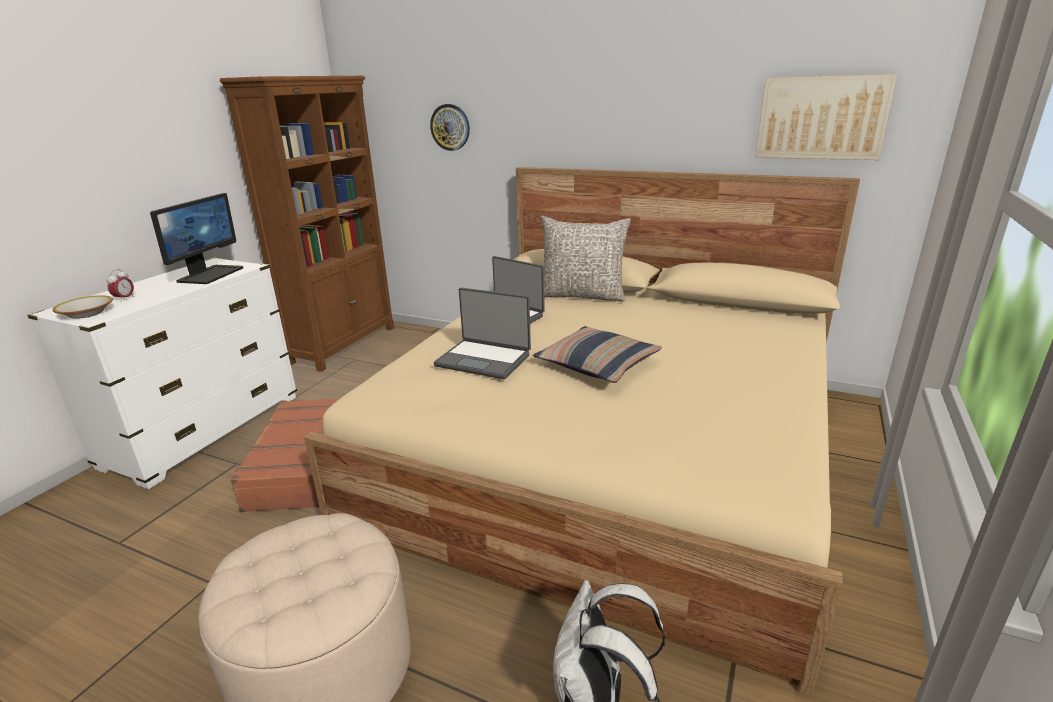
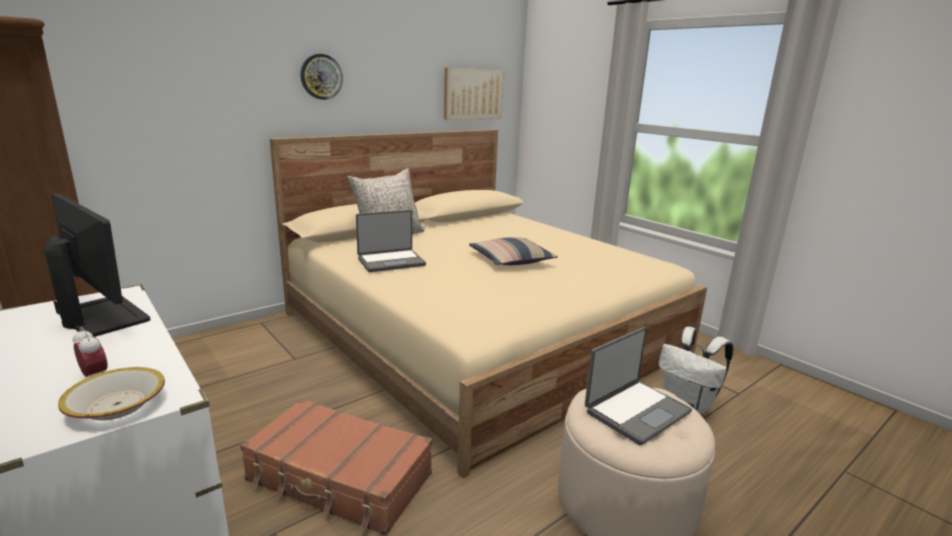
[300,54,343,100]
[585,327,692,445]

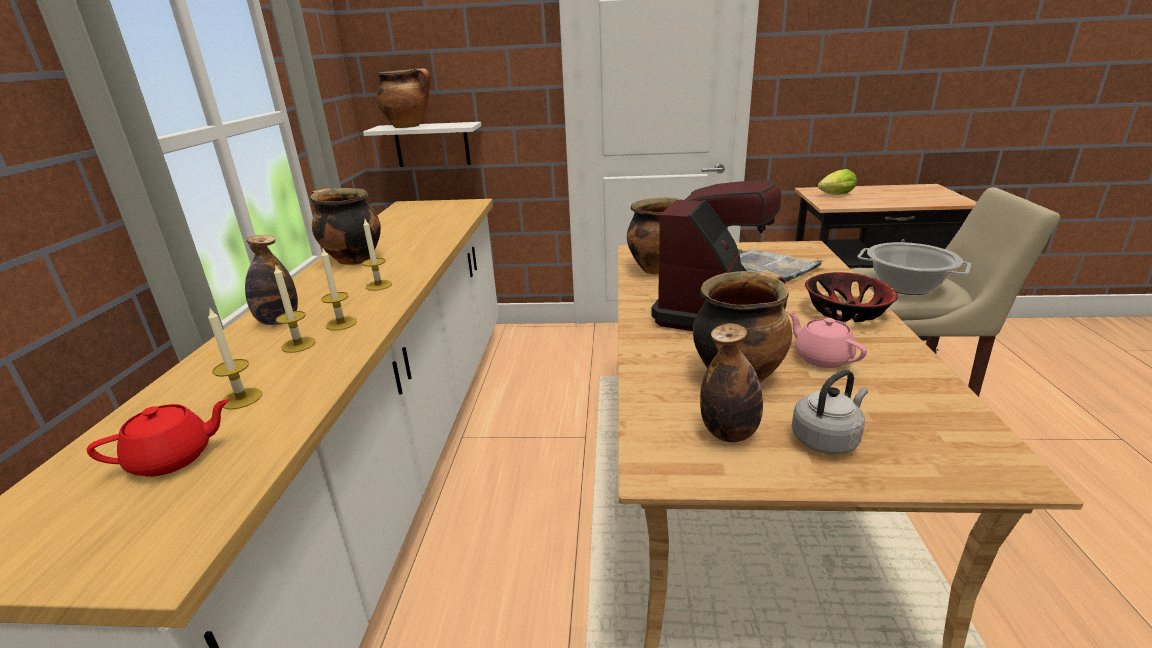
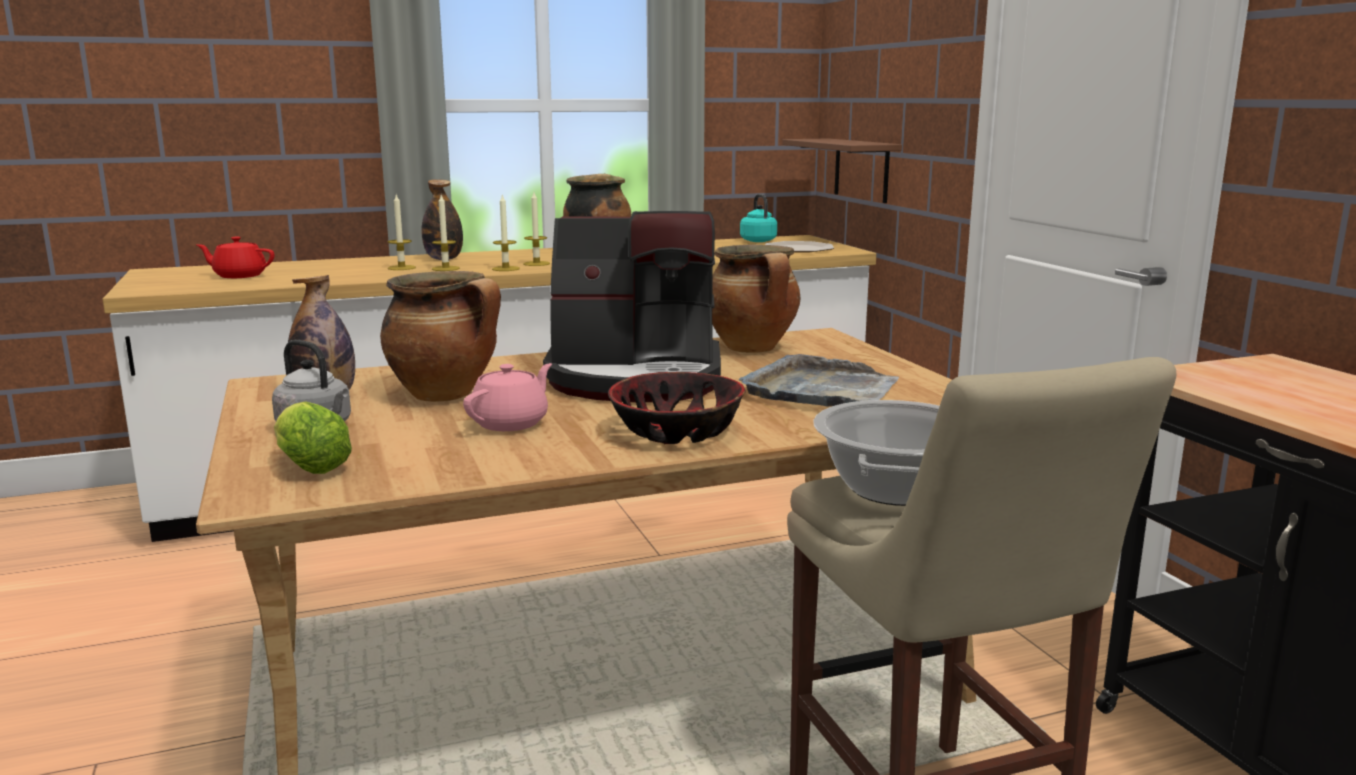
[197,237,274,278]
[274,401,352,474]
[492,194,520,271]
[740,194,777,242]
[765,241,834,253]
[782,138,902,203]
[376,68,430,128] (first image)

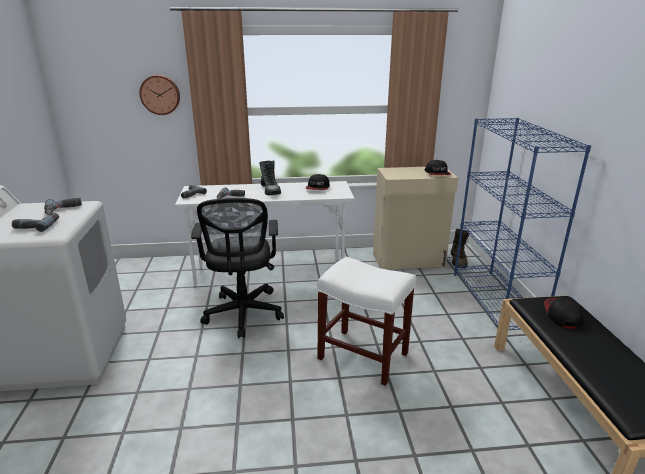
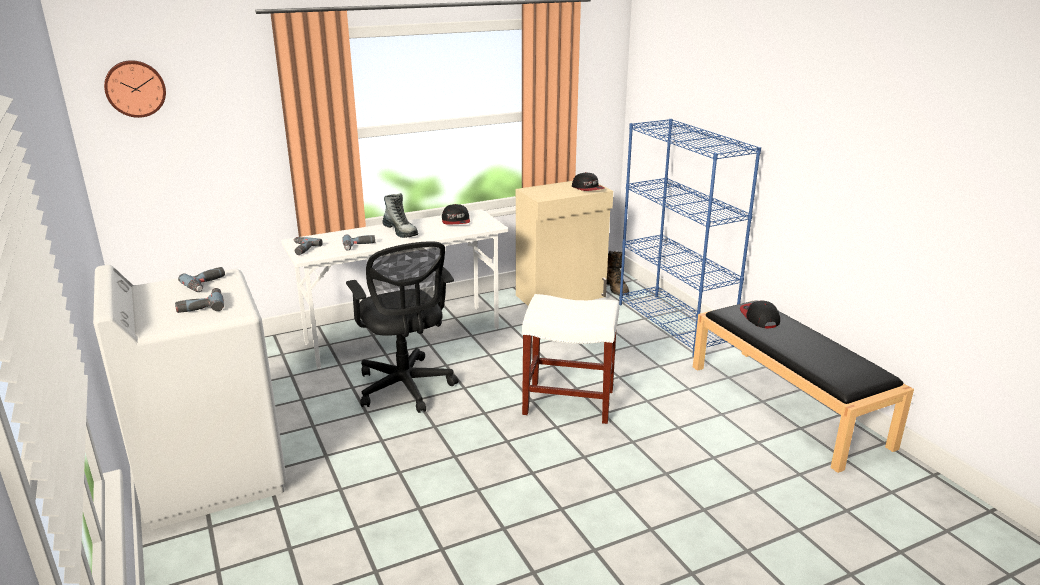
[104,60,166,118]

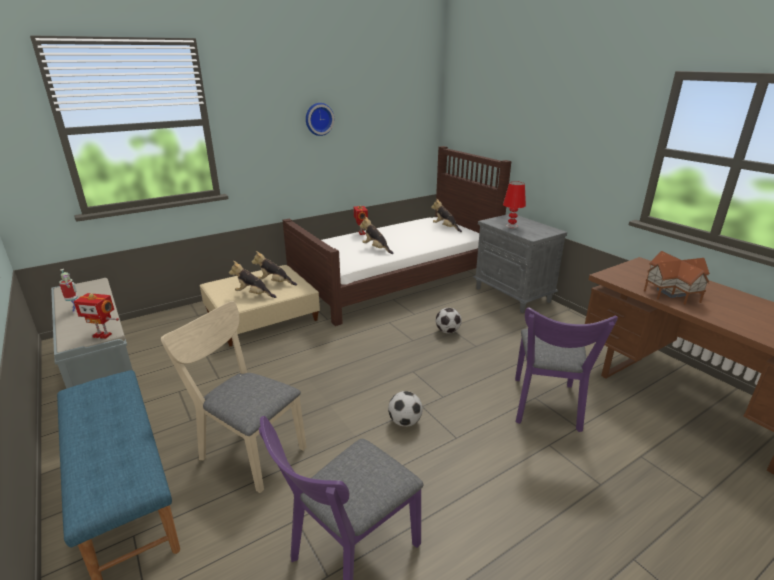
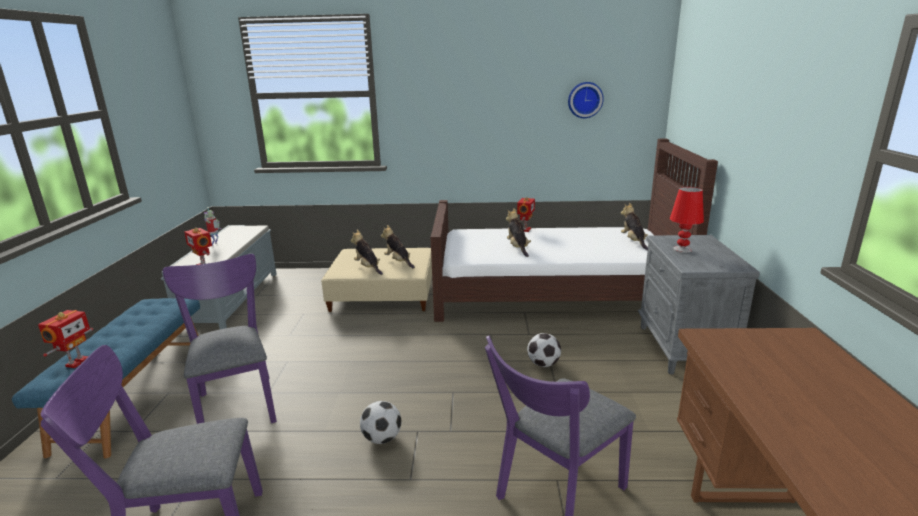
[38,310,93,368]
[163,254,277,424]
[568,82,604,118]
[644,251,710,305] (first image)

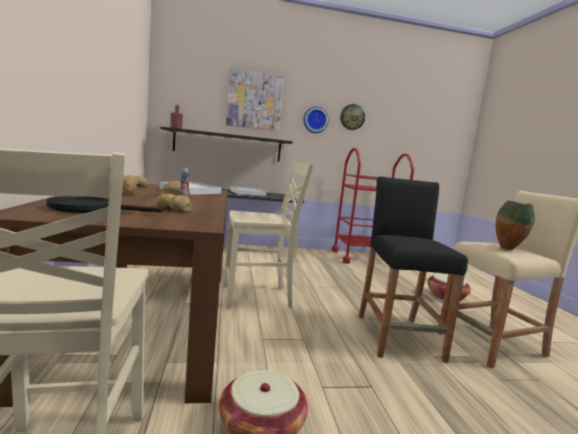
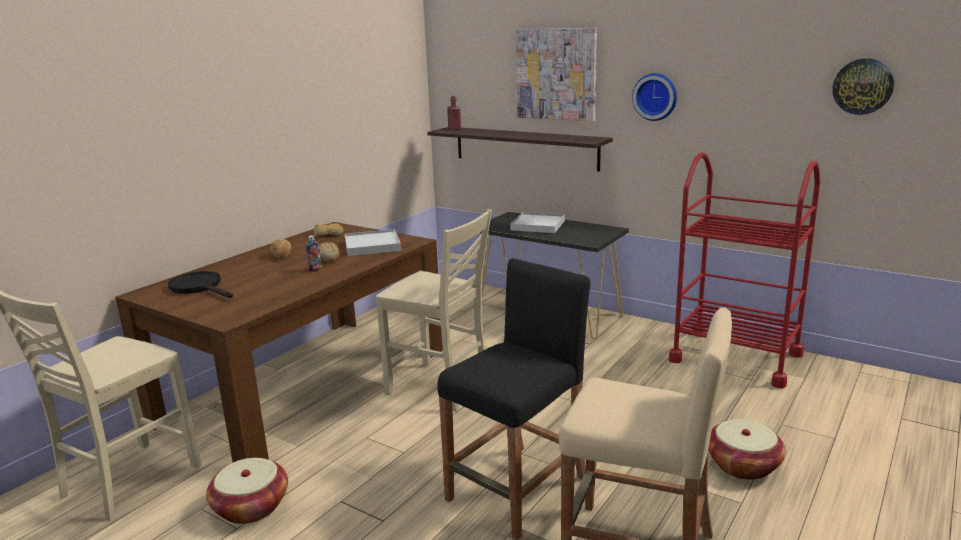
[832,58,894,115]
[156,194,193,212] (first image)
[496,200,535,250] (first image)

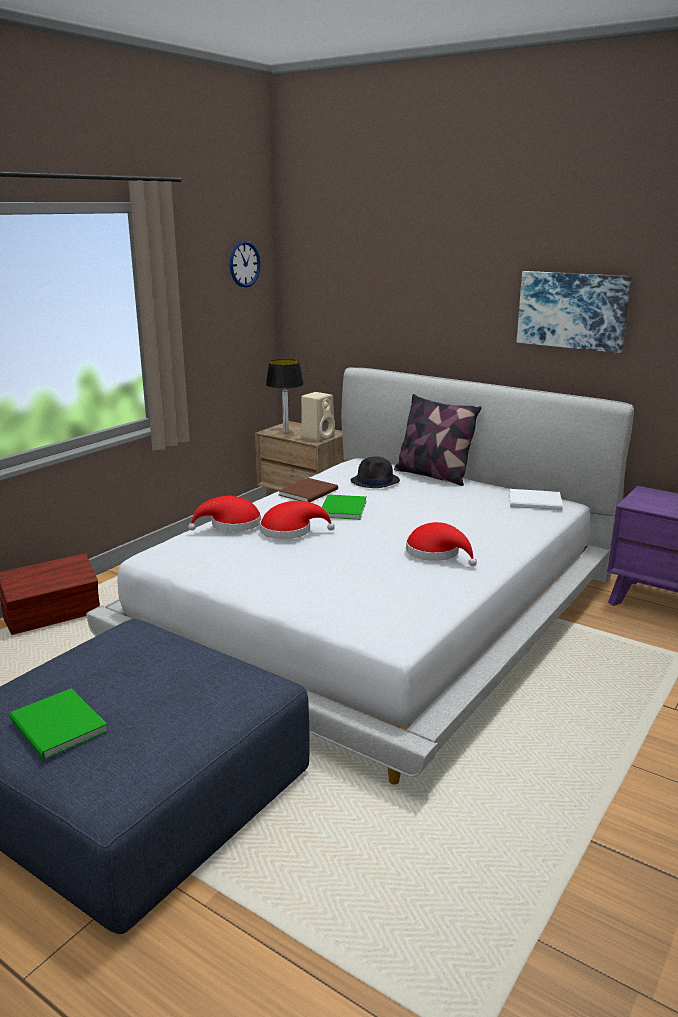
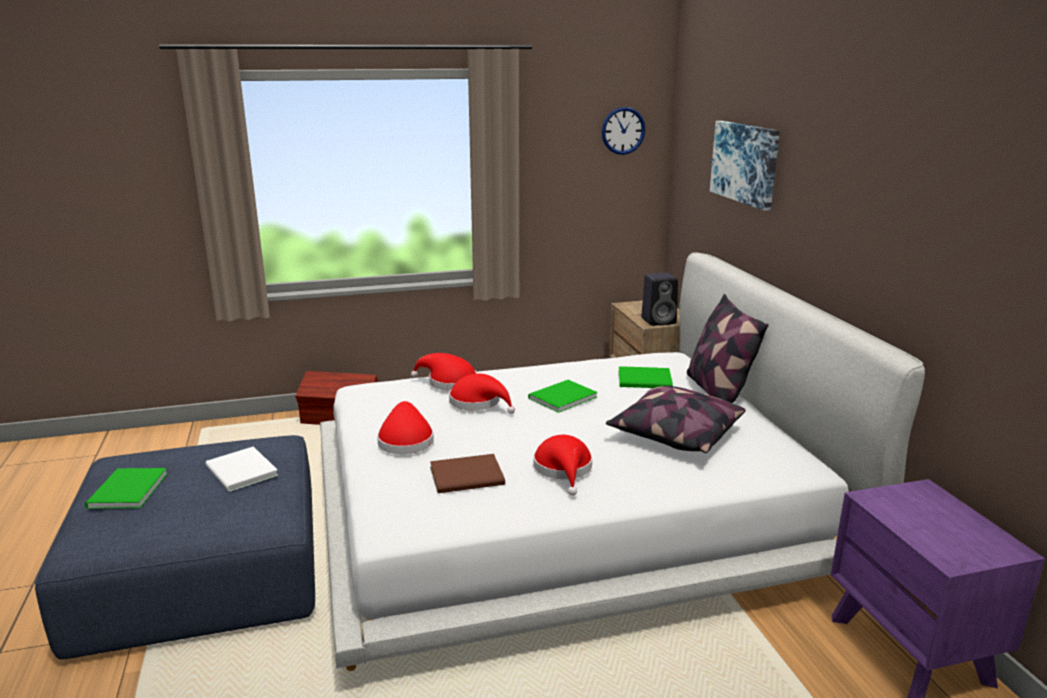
[206,446,278,492]
[377,401,434,454]
[430,454,505,493]
[606,386,745,453]
[619,366,673,388]
[641,273,678,326]
[710,121,780,211]
[266,359,304,433] (first image)

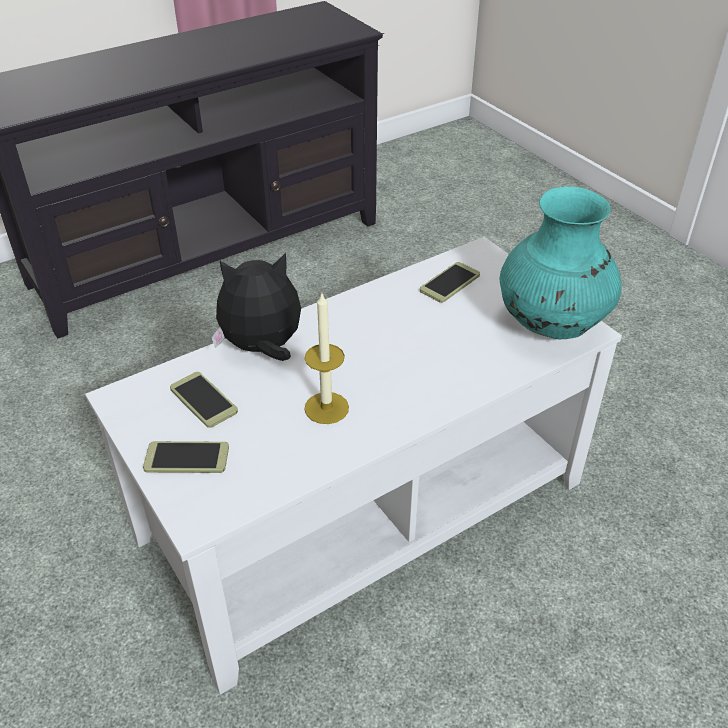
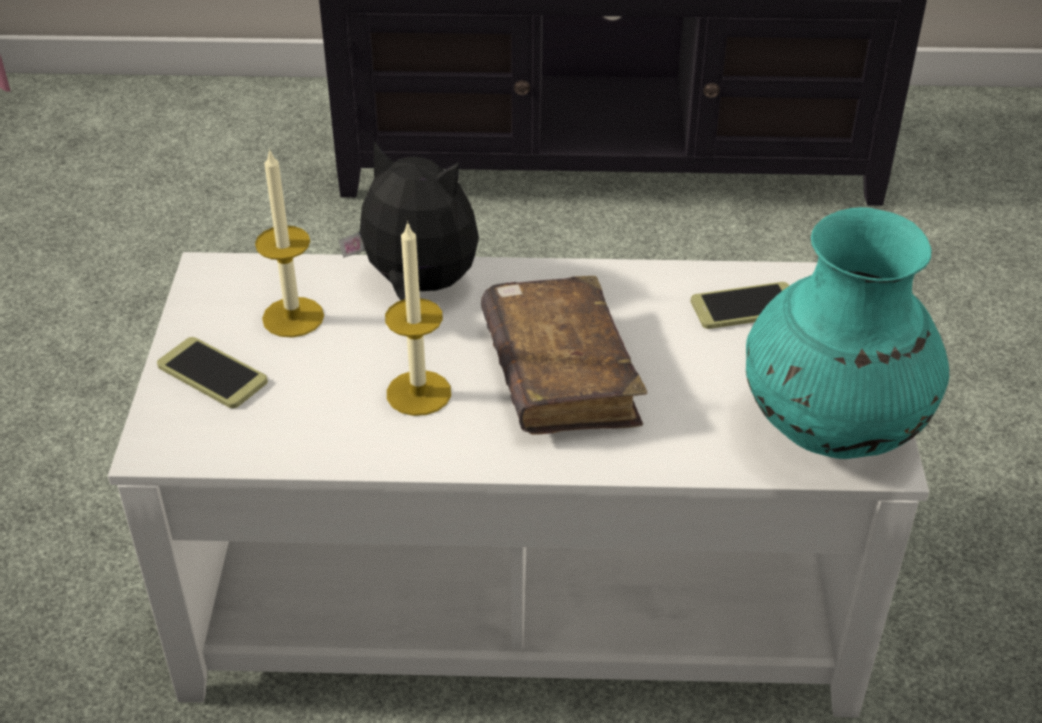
[255,148,324,338]
[481,276,647,434]

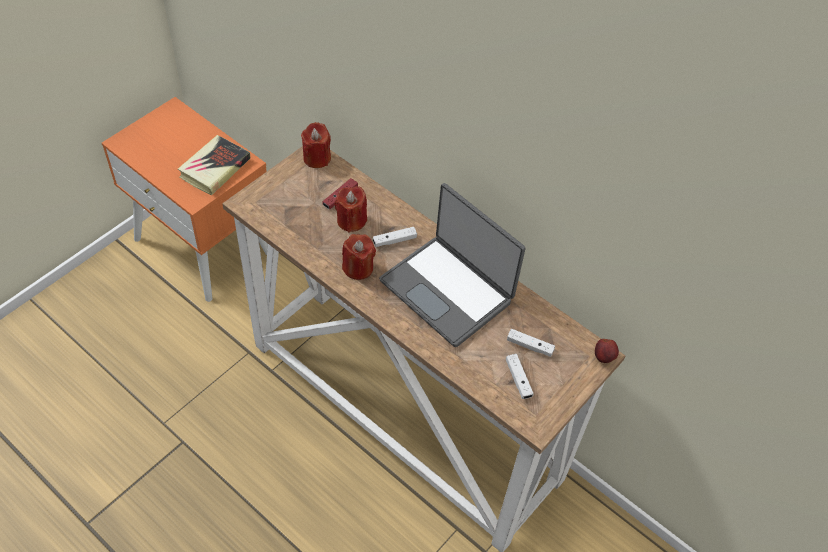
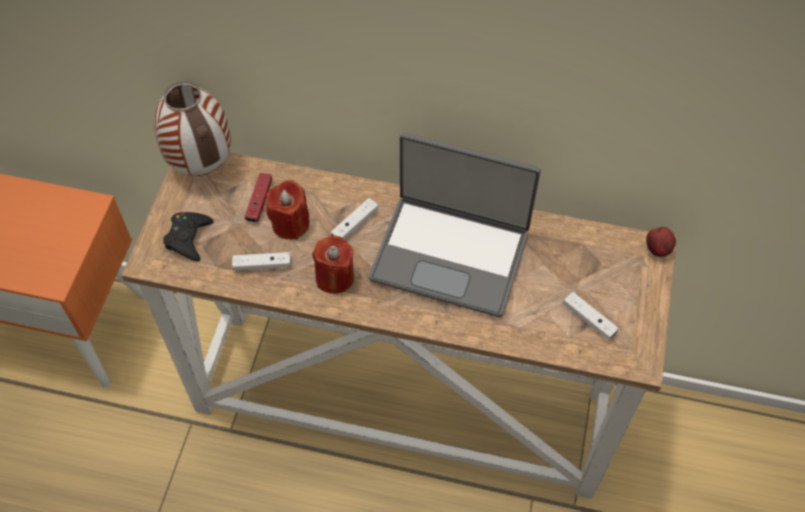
[154,81,231,176]
[163,212,214,261]
[232,252,291,271]
[178,135,250,196] (first image)

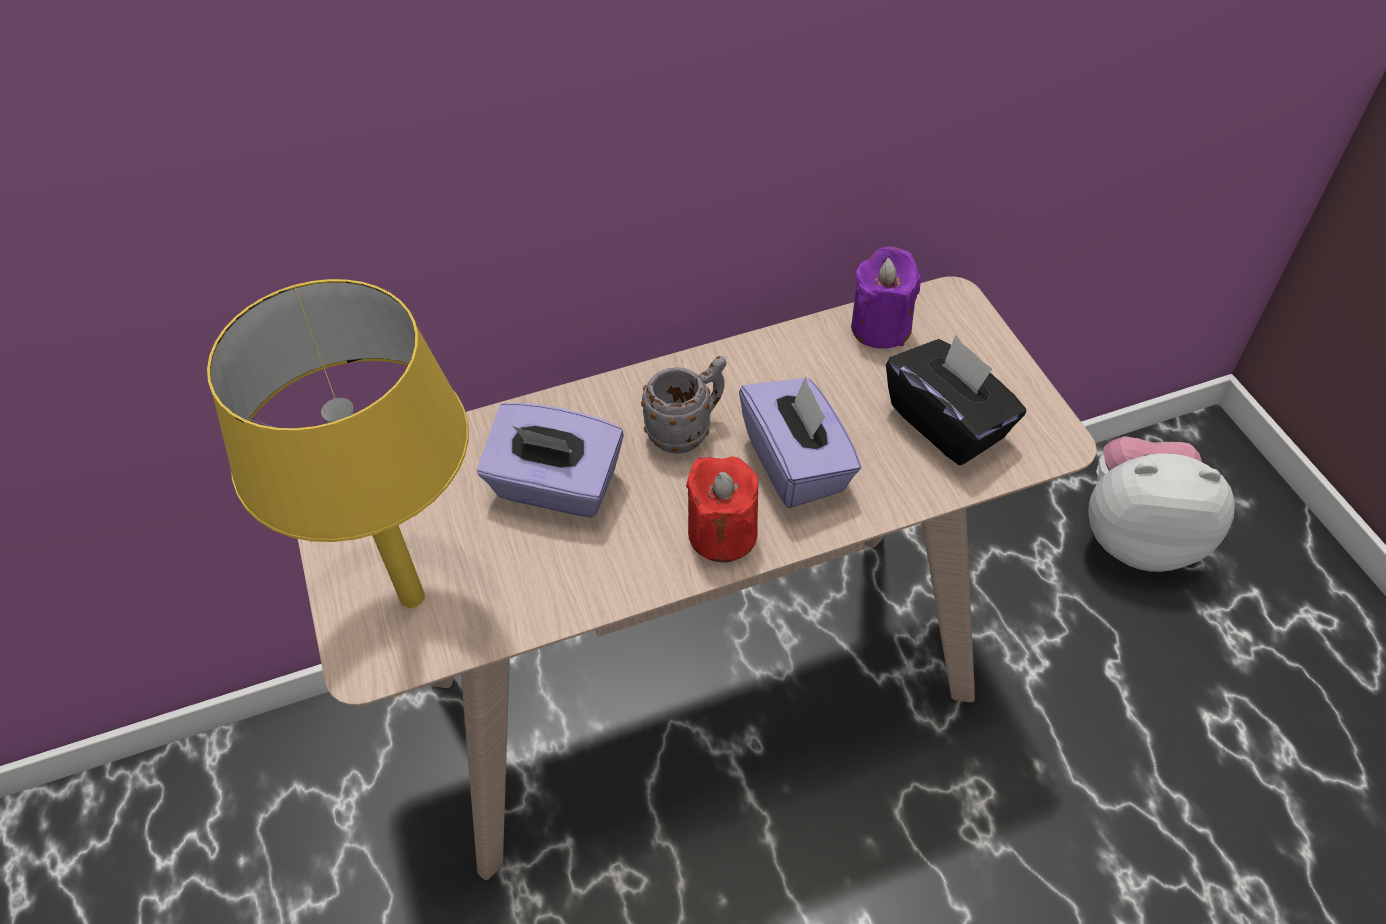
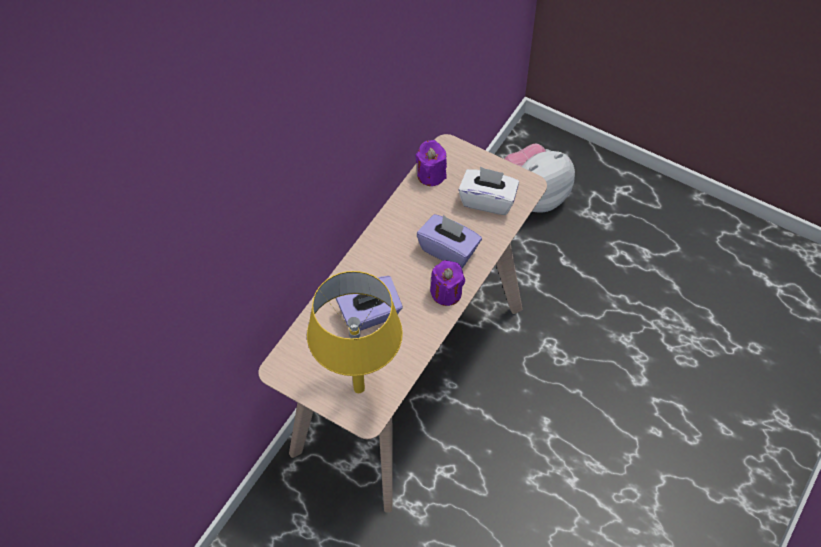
[430,260,465,306]
[458,167,519,215]
[641,356,726,454] (first image)

